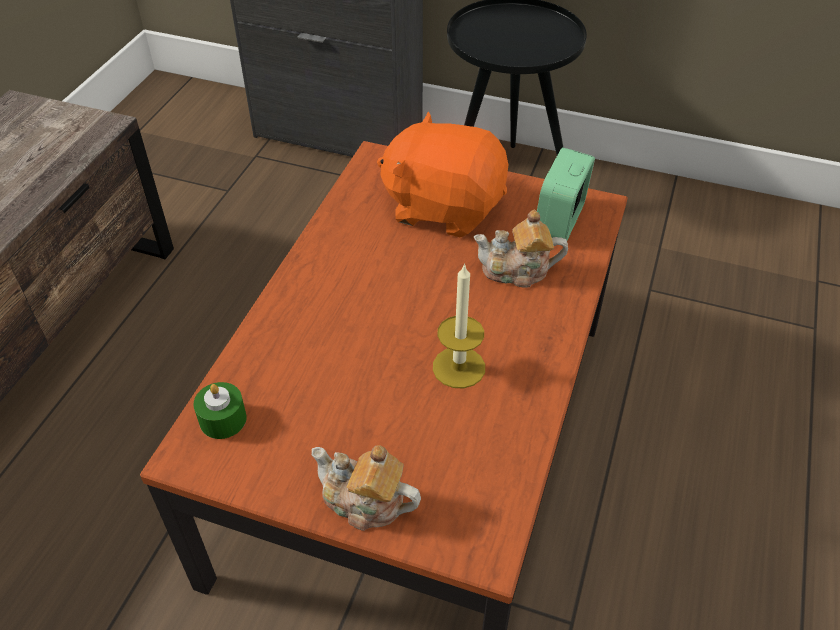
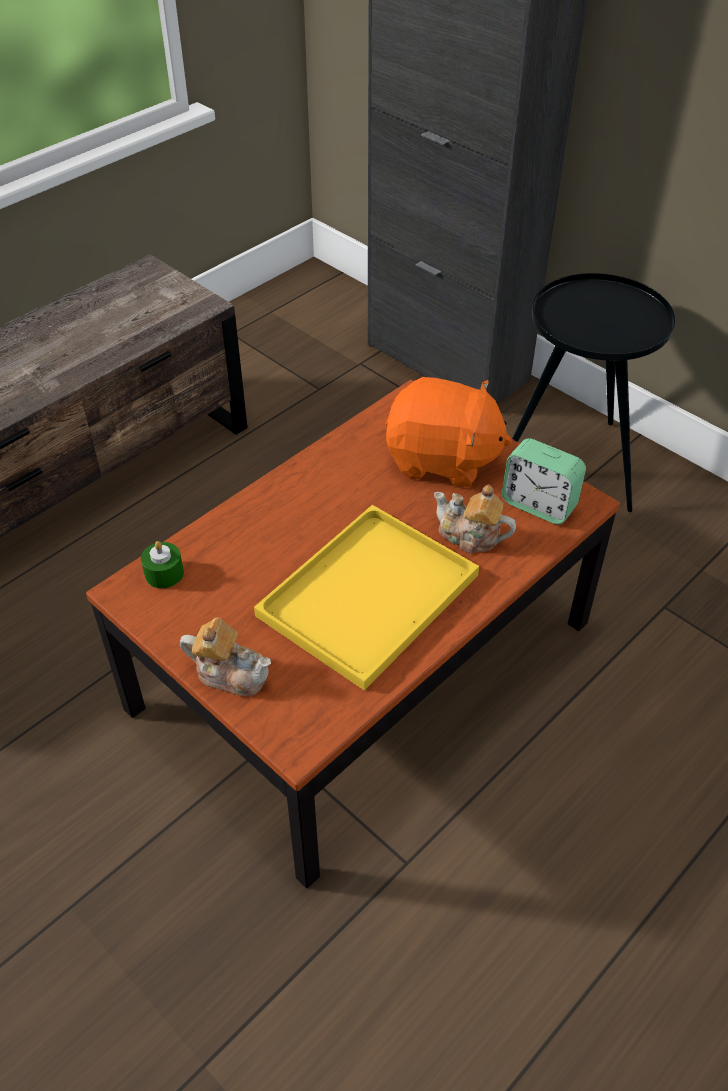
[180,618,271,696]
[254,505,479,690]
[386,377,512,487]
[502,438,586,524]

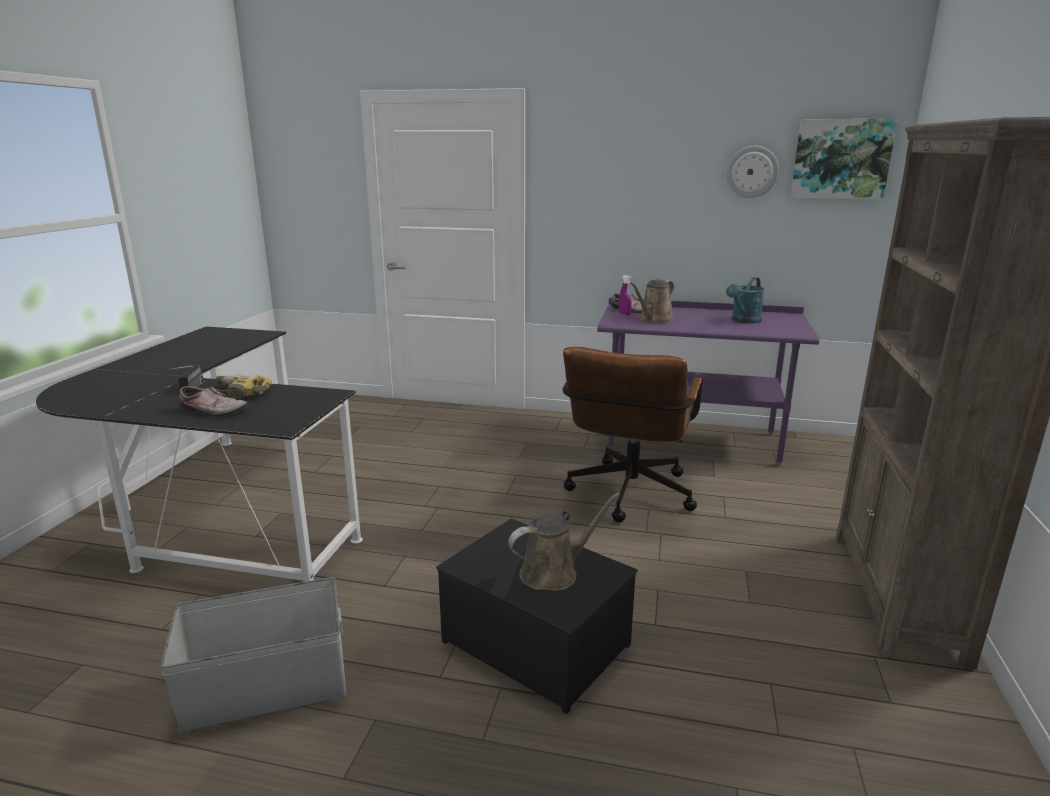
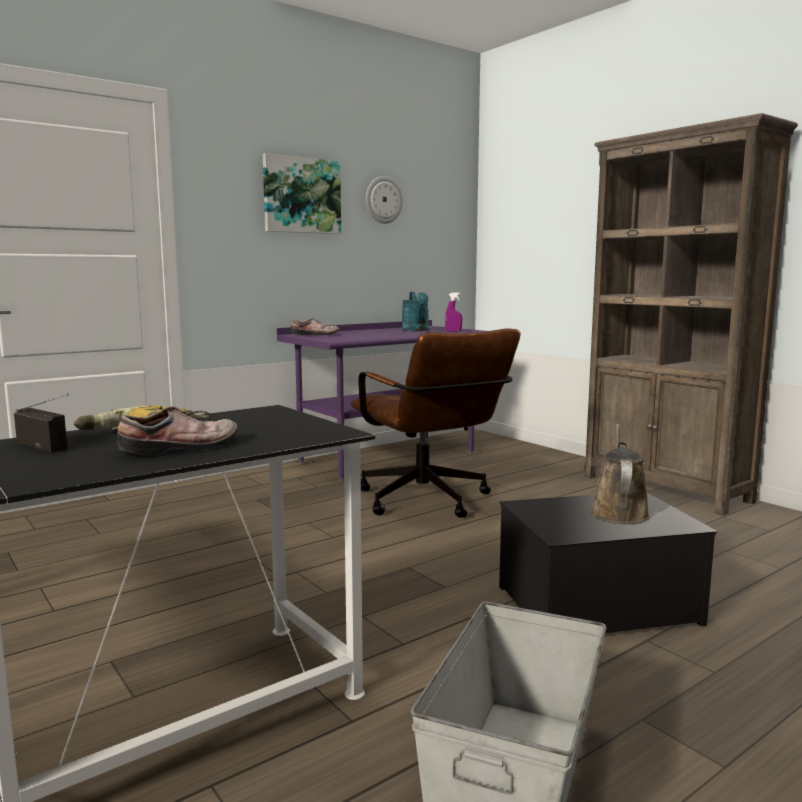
[263,153,341,234]
[445,293,462,332]
[630,280,674,323] (first image)

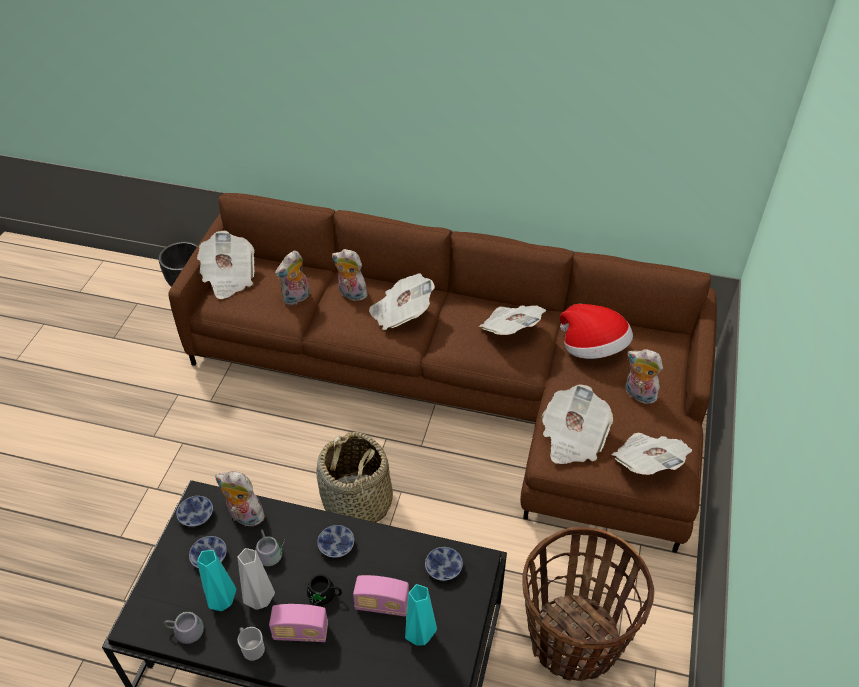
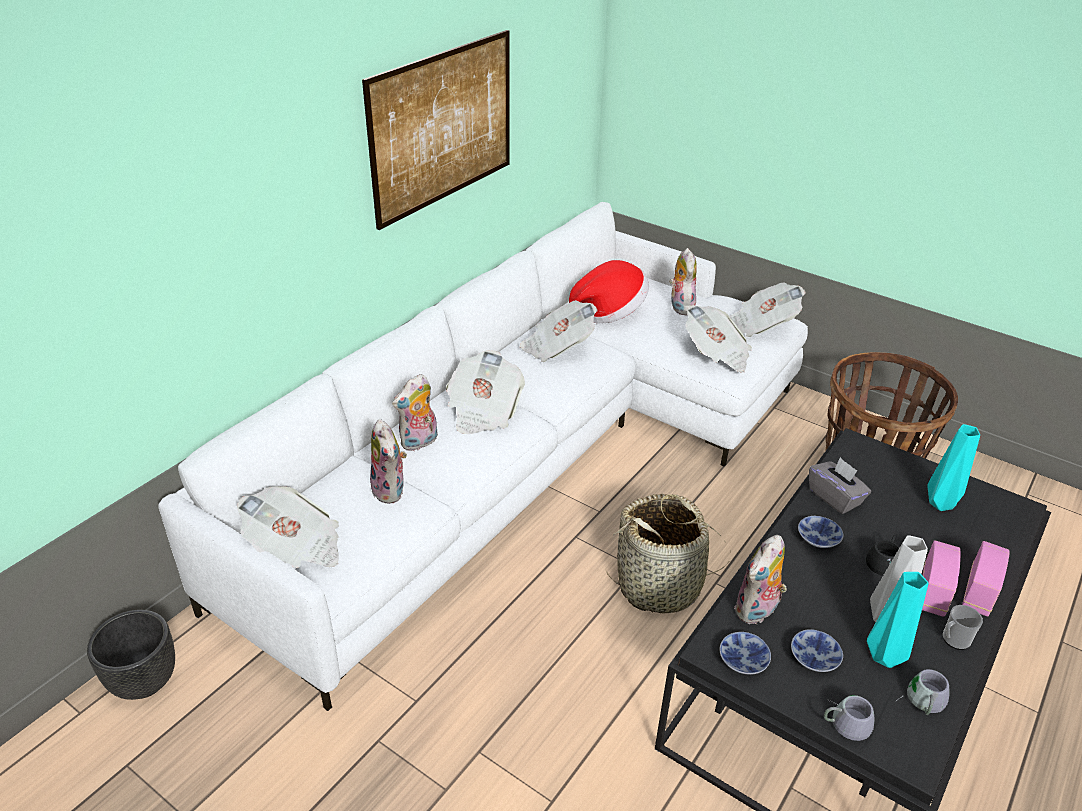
[158,202,808,711]
[362,30,510,230]
[669,248,697,316]
[809,457,871,514]
[824,695,875,741]
[962,541,1010,616]
[425,547,463,581] (first image)

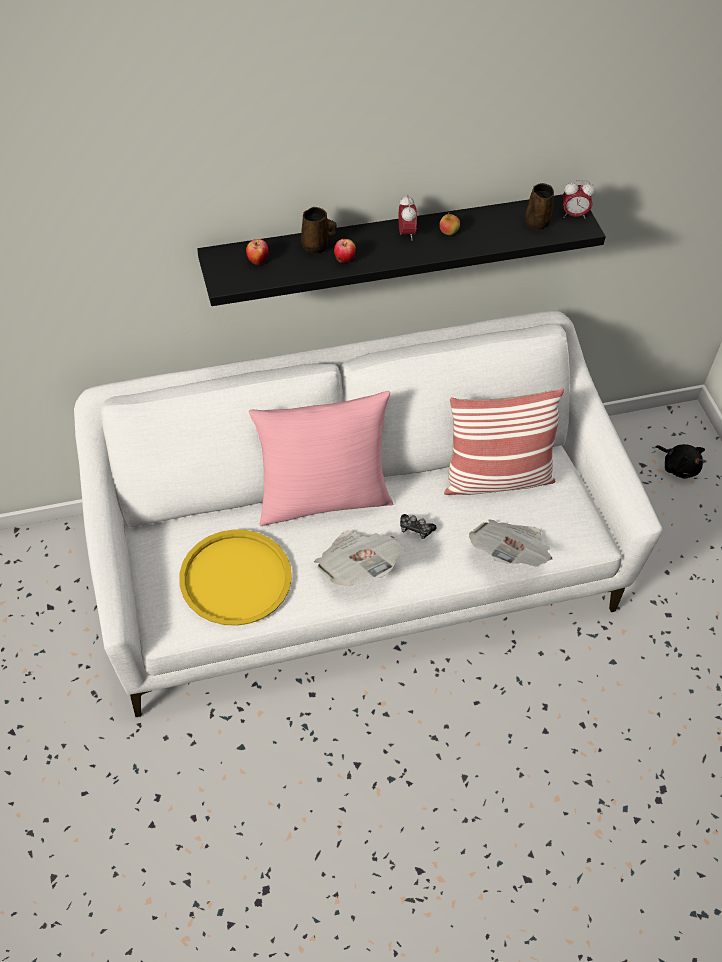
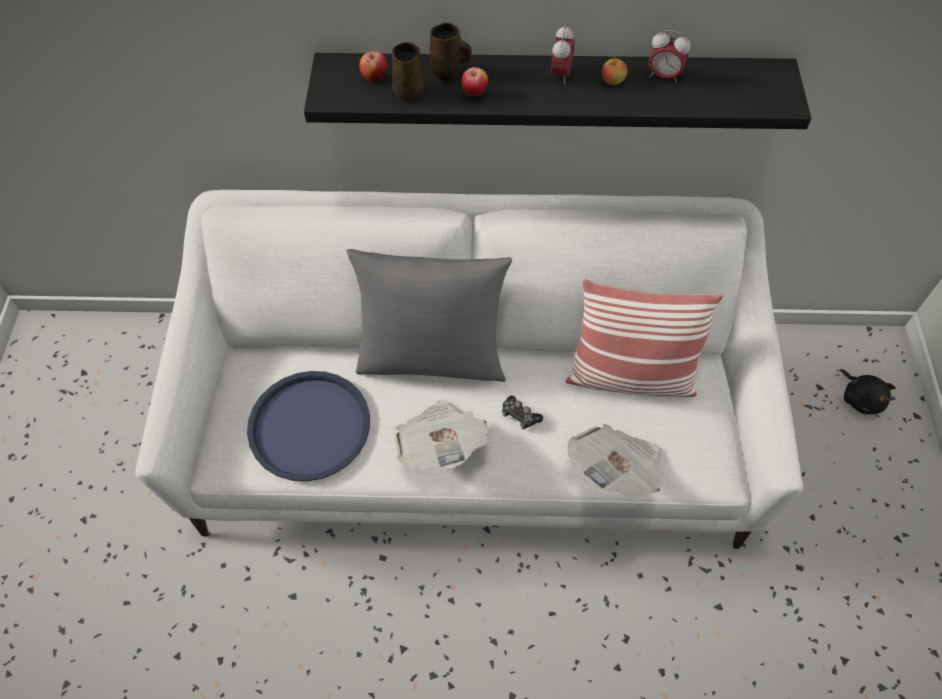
[247,371,370,481]
[346,249,512,382]
[392,42,425,102]
[649,30,691,83]

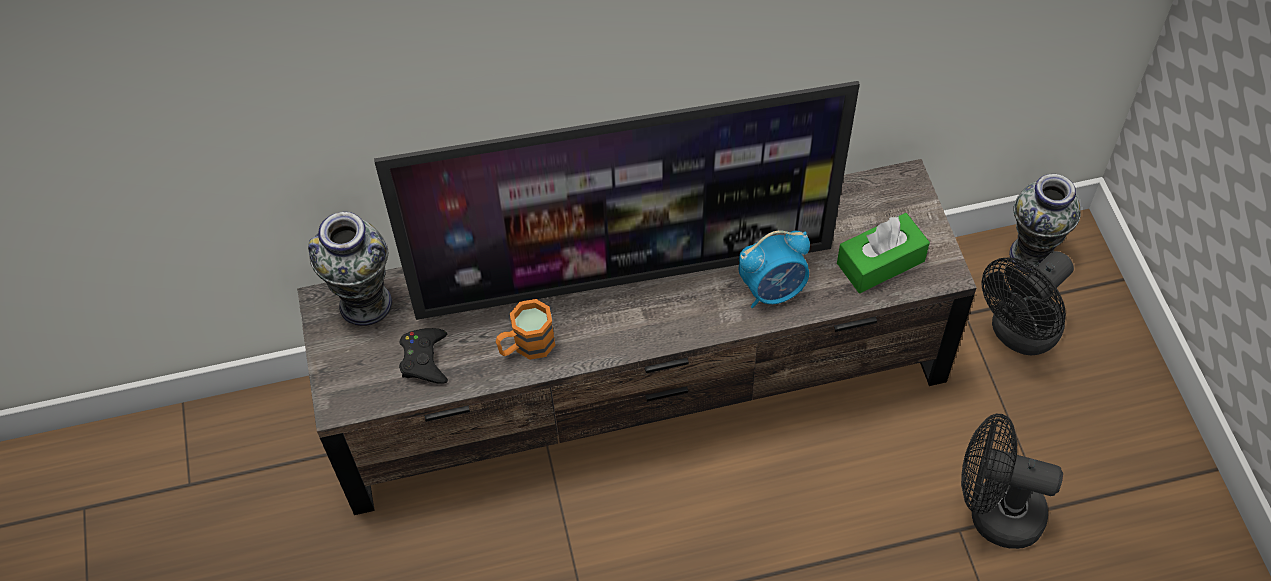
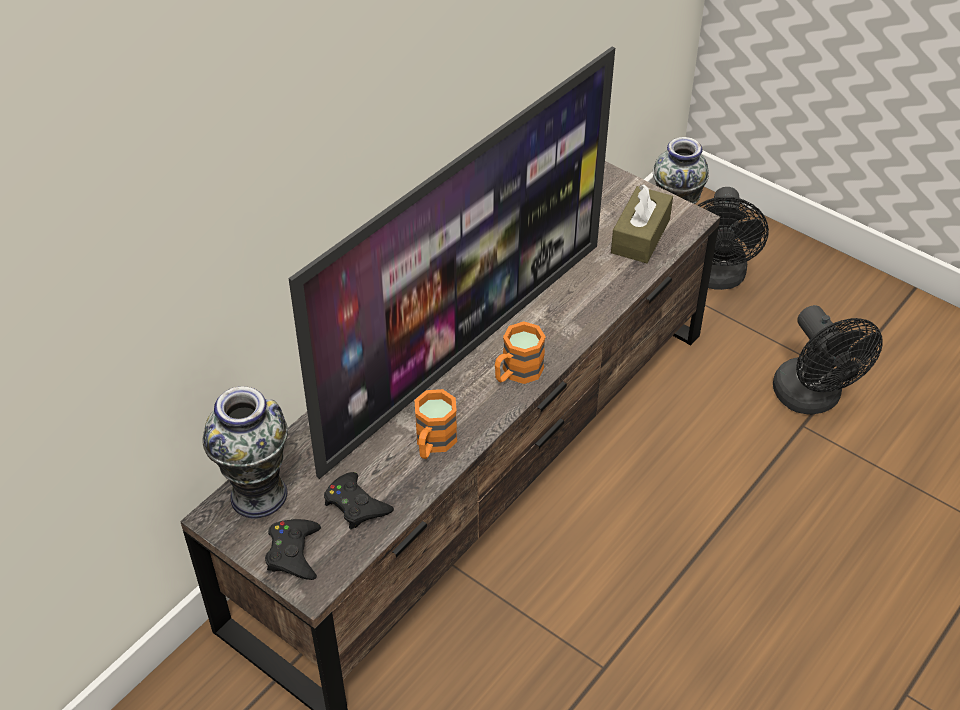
[265,519,321,580]
[495,321,546,384]
[611,184,673,263]
[773,305,883,415]
[738,230,810,308] (first image)

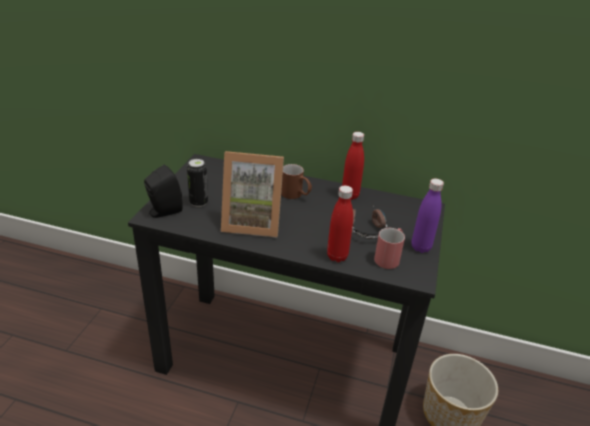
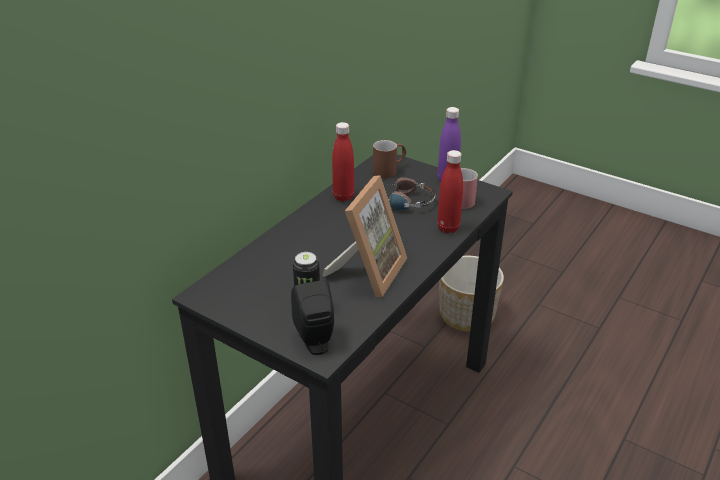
[373,140,406,178]

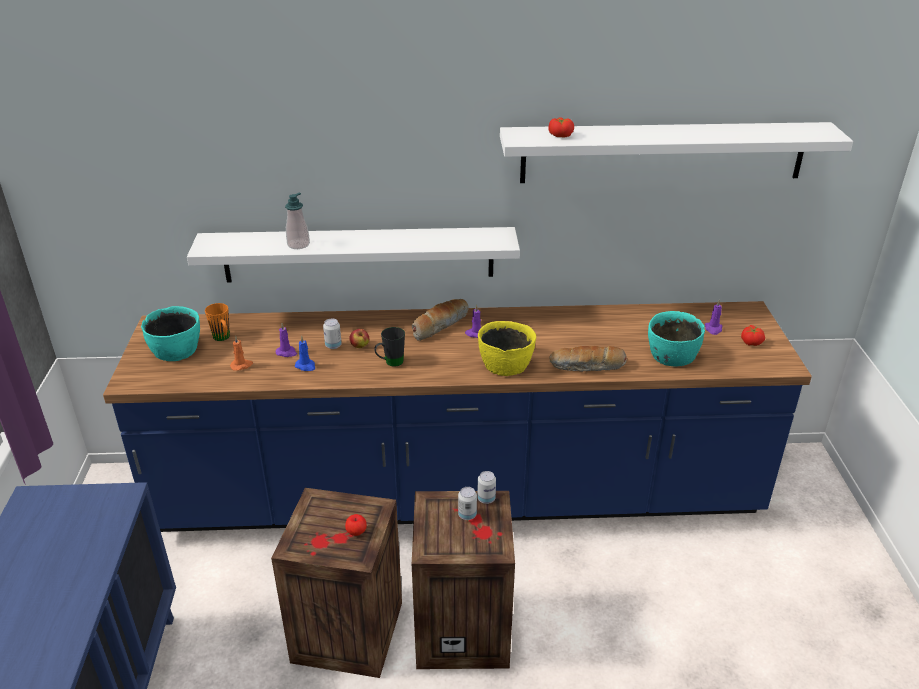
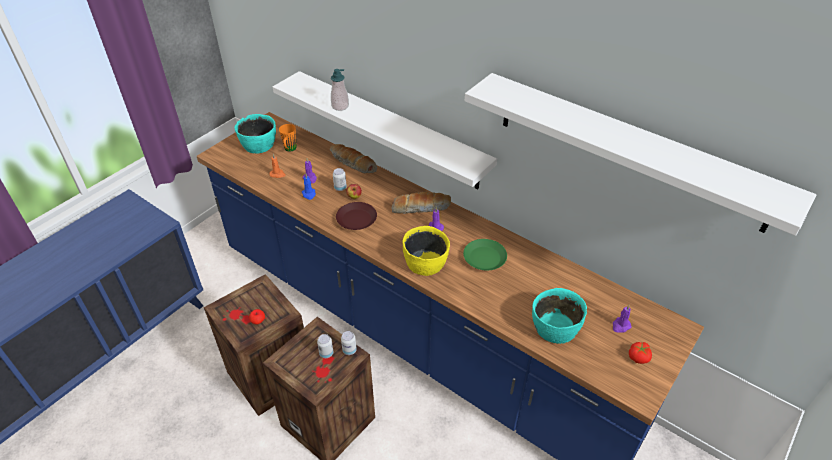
[330,144,377,173]
[336,202,377,230]
[463,239,507,270]
[548,117,574,138] (first image)

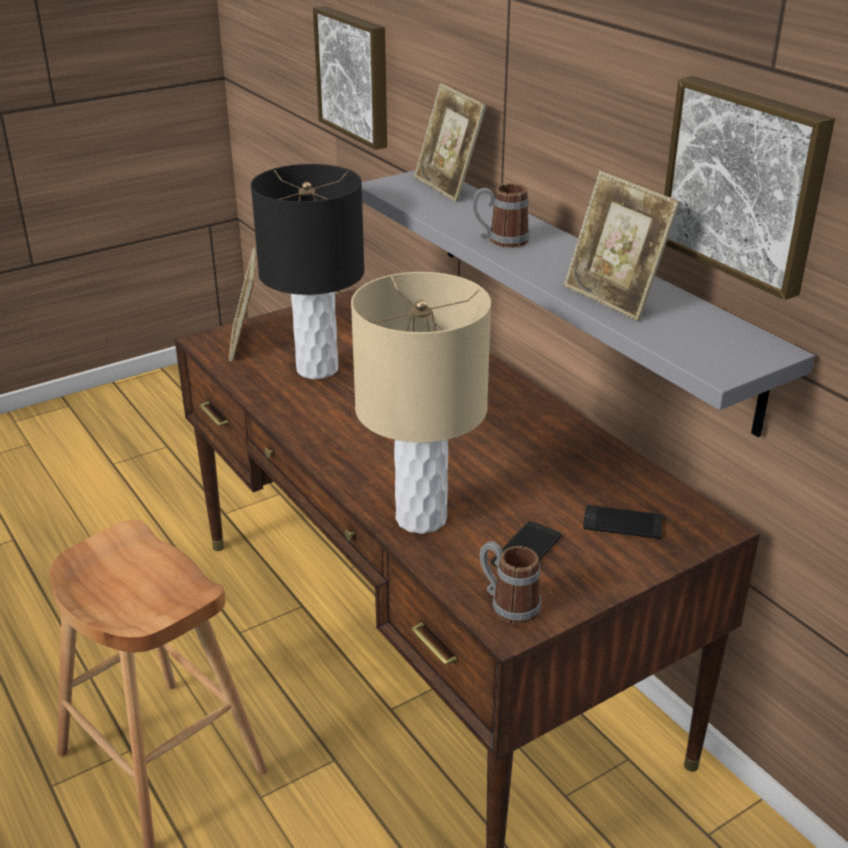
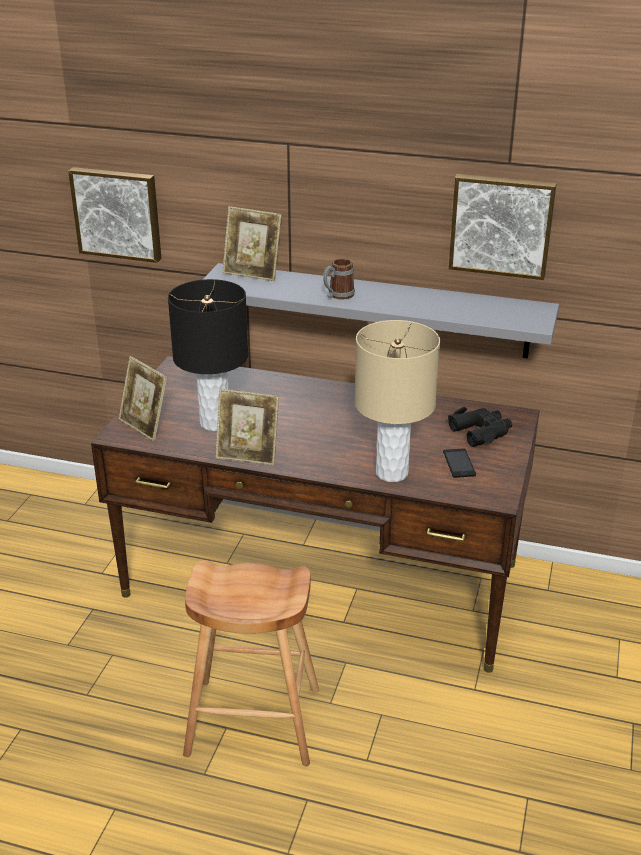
[216,389,279,465]
[448,407,512,447]
[480,541,541,624] (first image)

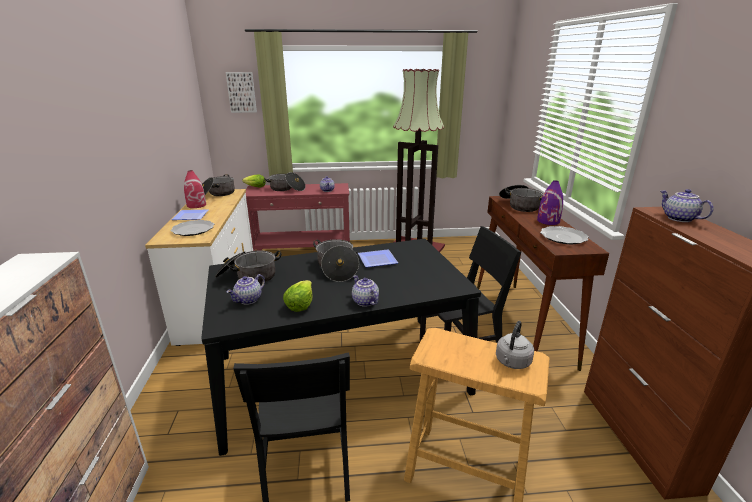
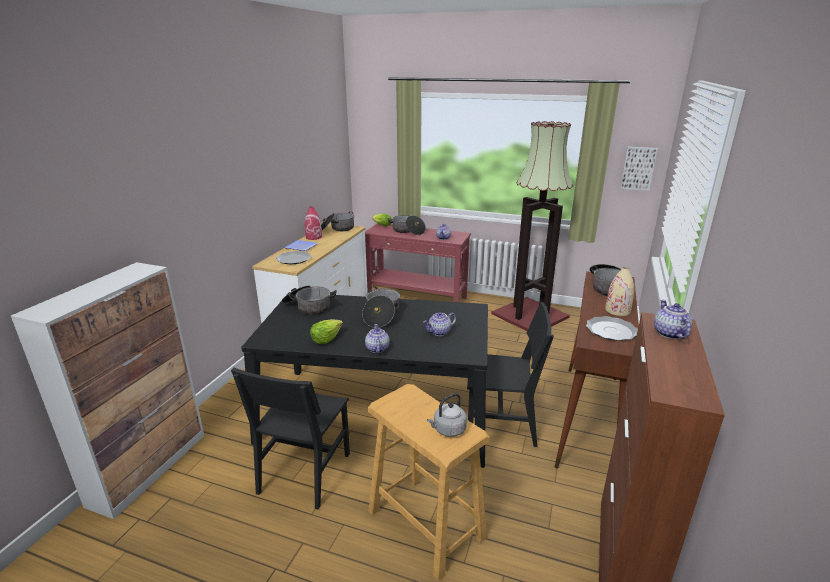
[423,312,456,336]
[605,267,634,316]
[620,147,658,191]
[358,250,398,267] (first image)

